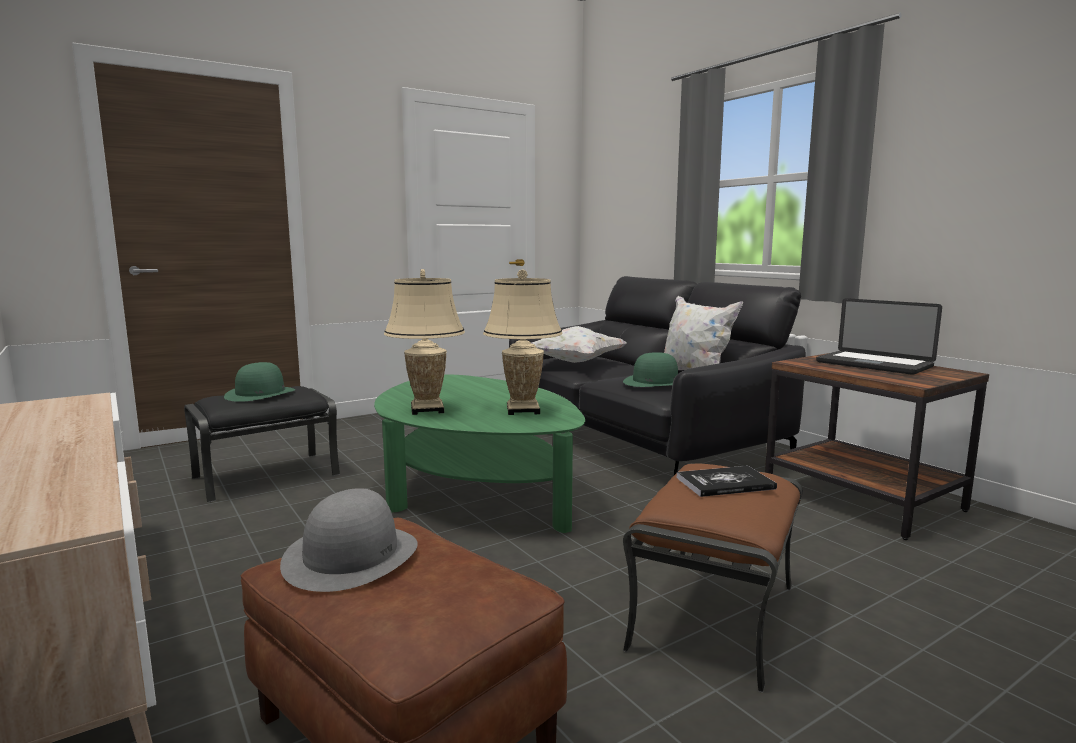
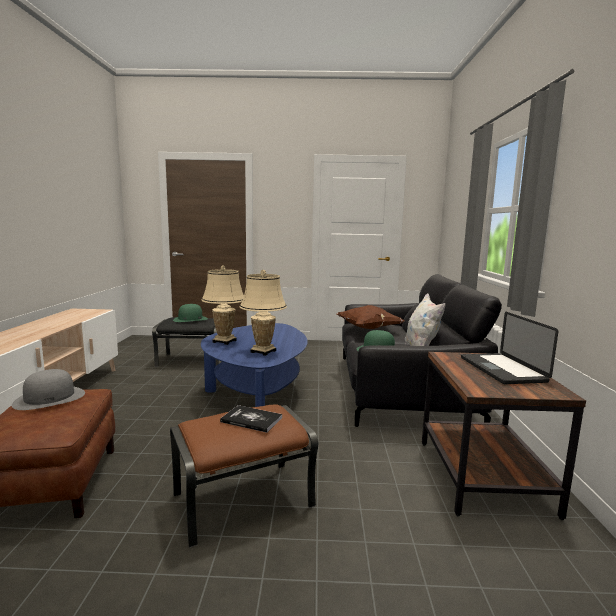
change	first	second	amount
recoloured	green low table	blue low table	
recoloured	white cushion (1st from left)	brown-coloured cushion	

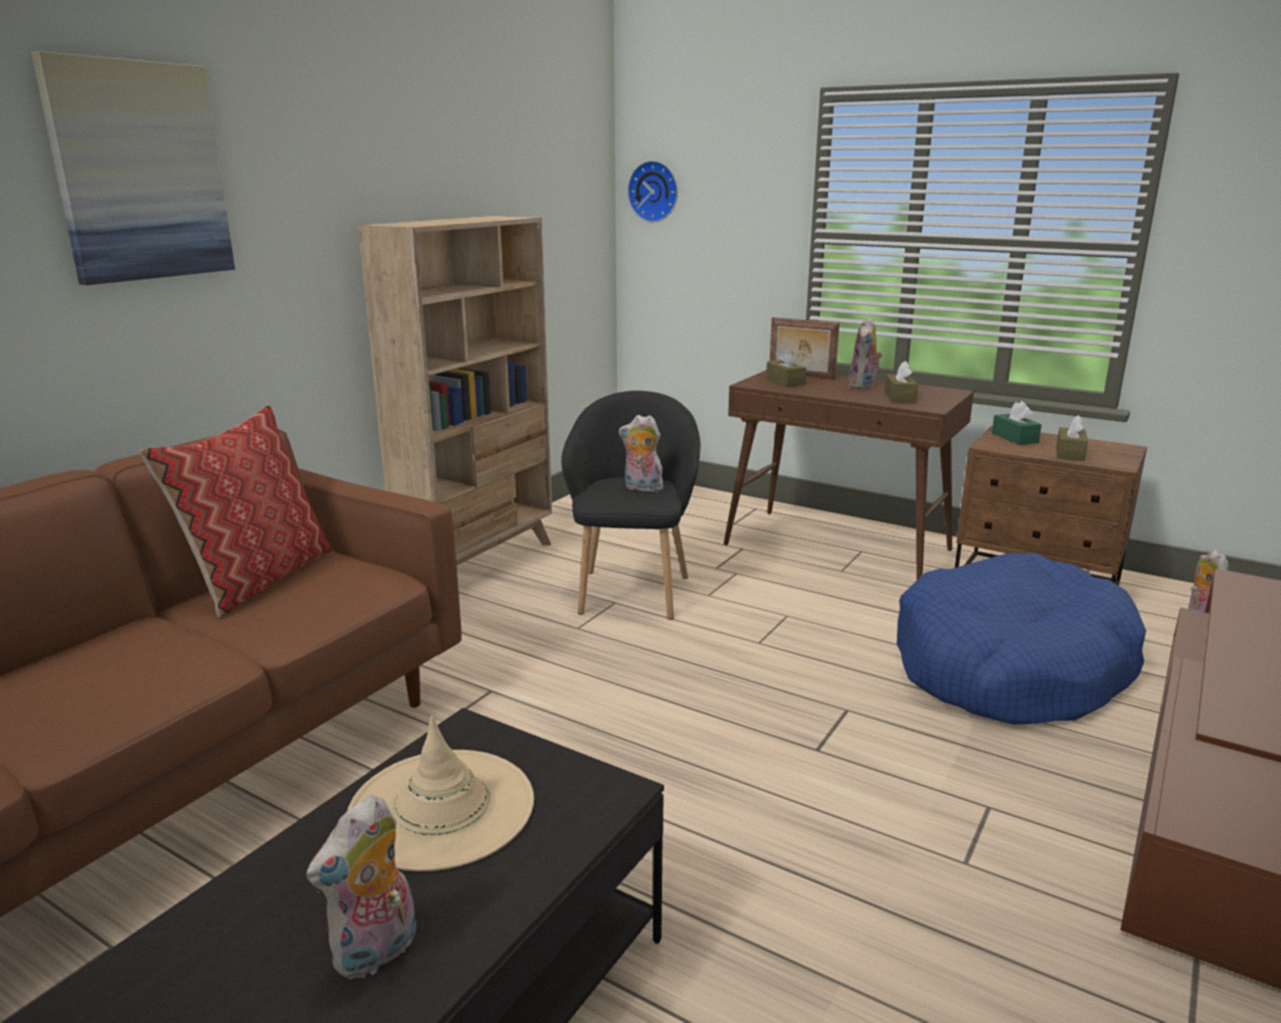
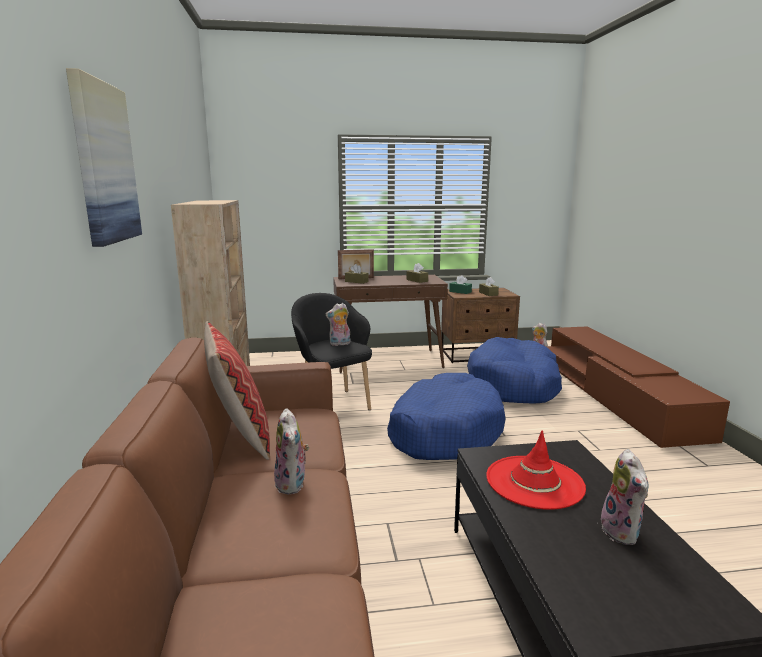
change	first	second	amount
removed	clock on the wall		
added		blue pet bed (1st from left)	
moved	plush toy (3rd from left in the first image)	plush toy (1st from left)	
recoloured	sand-coloured wearable hat	red-coloured wearable hat	

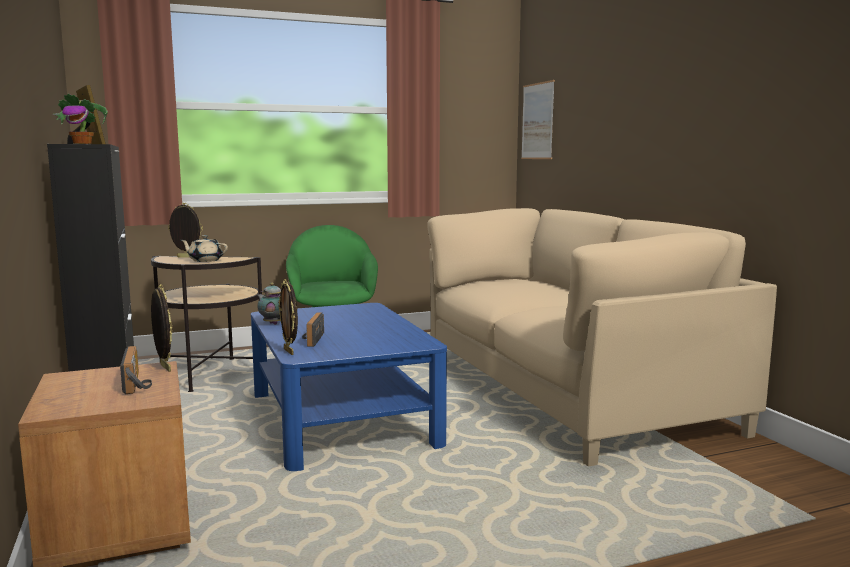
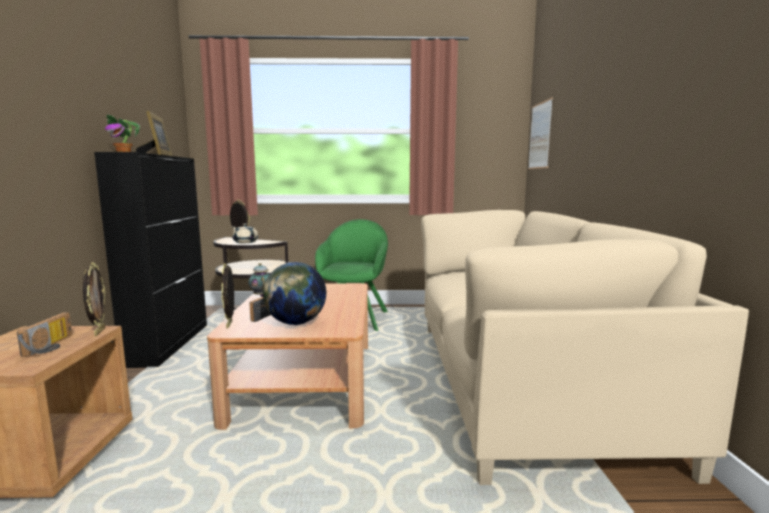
change	first	second	amount
added		world globe	
recoloured	blue low table	brown-coloured low table	

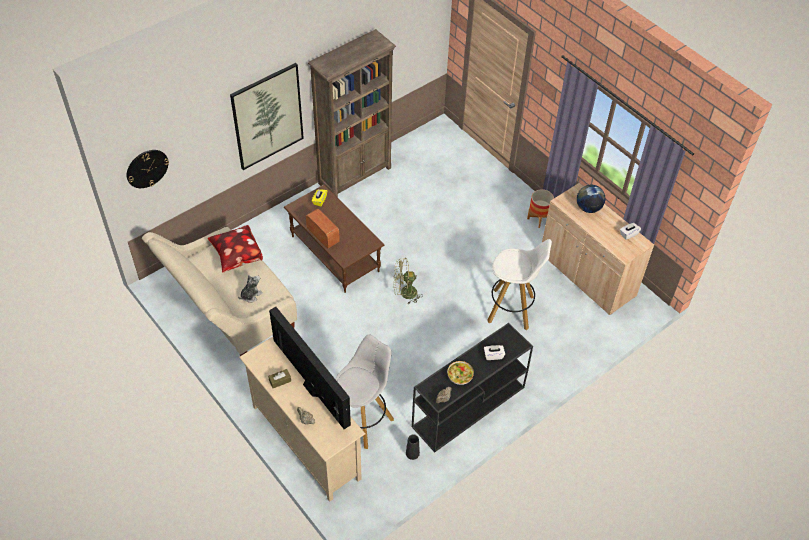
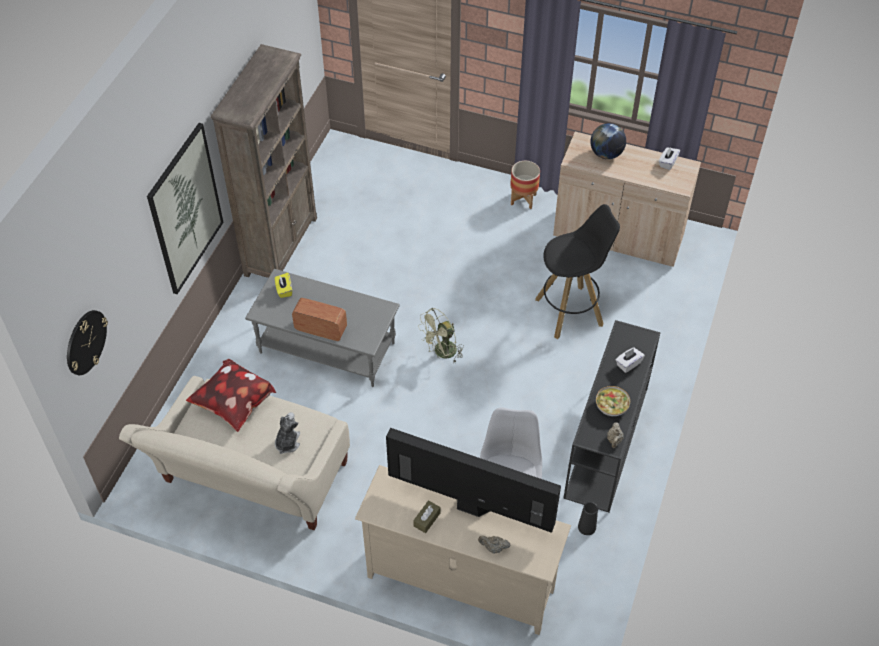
change	first	second	amount
recoloured	brown-coloured low table	grey low table	
recoloured	white sitting stool (2nd from left)	black-coloured sitting stool	

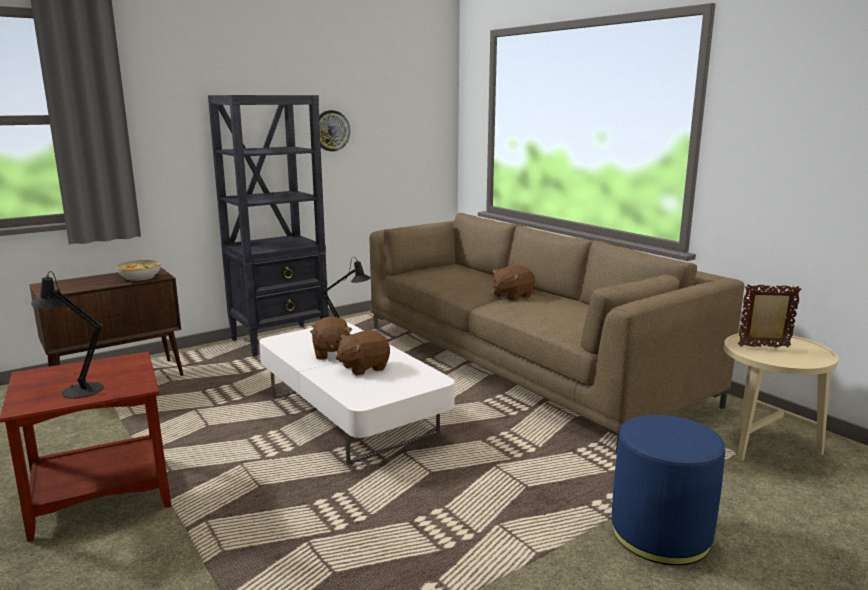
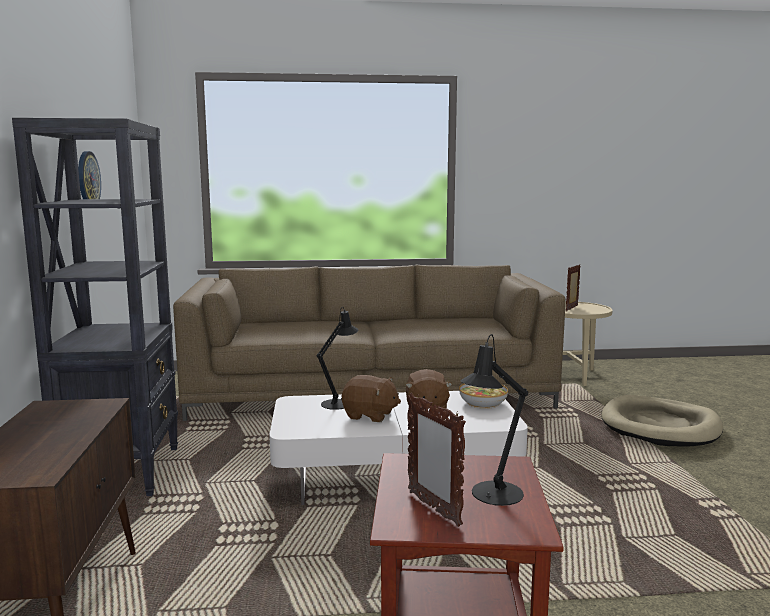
change	first	second	amount
removed	brown-coloured plush toy (3rd from left)		
added		photo frame (1st from left)	
moved	serving bowl		
replaced	blue pouffe	sand-coloured pet bed	

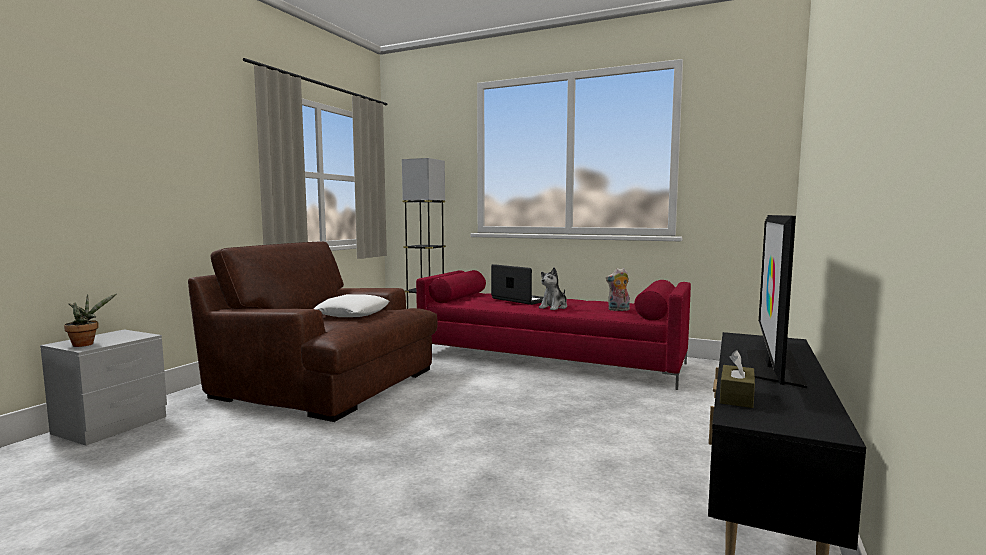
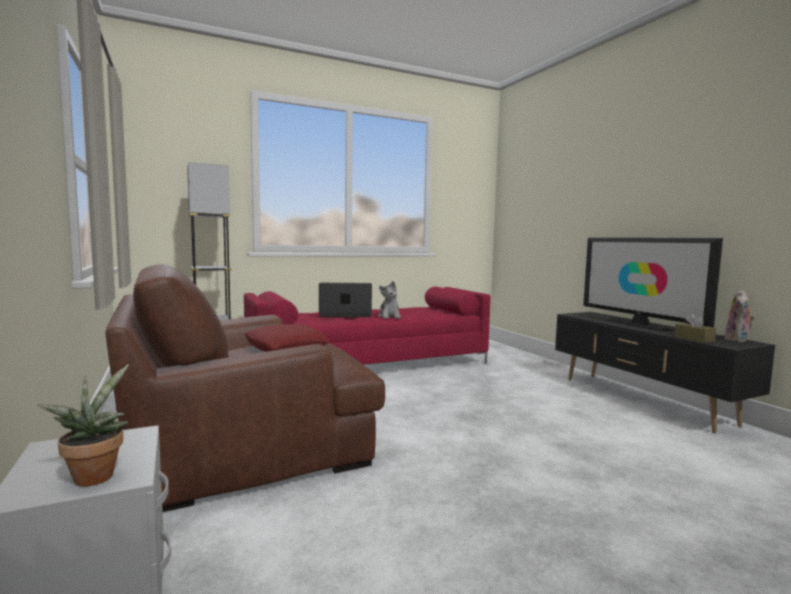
change	first	second	amount
moved	plush toy (2nd from left)		
recoloured	white cushion	red-coloured cushion	

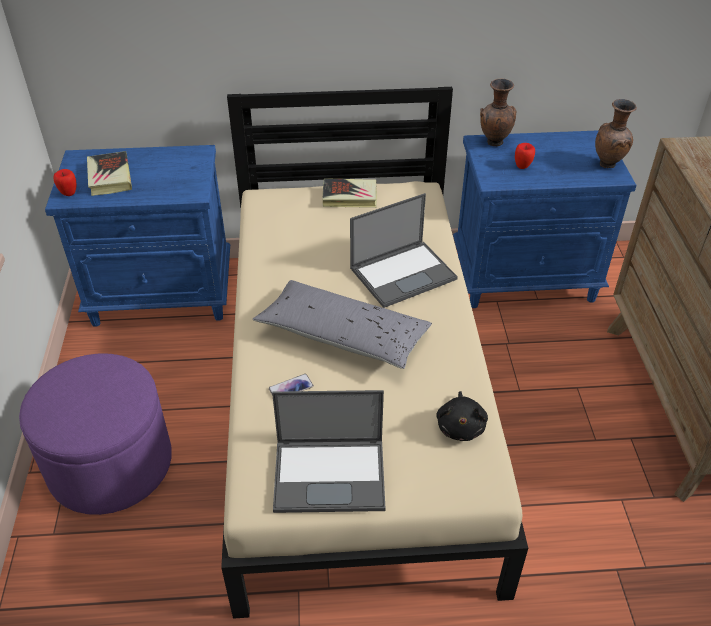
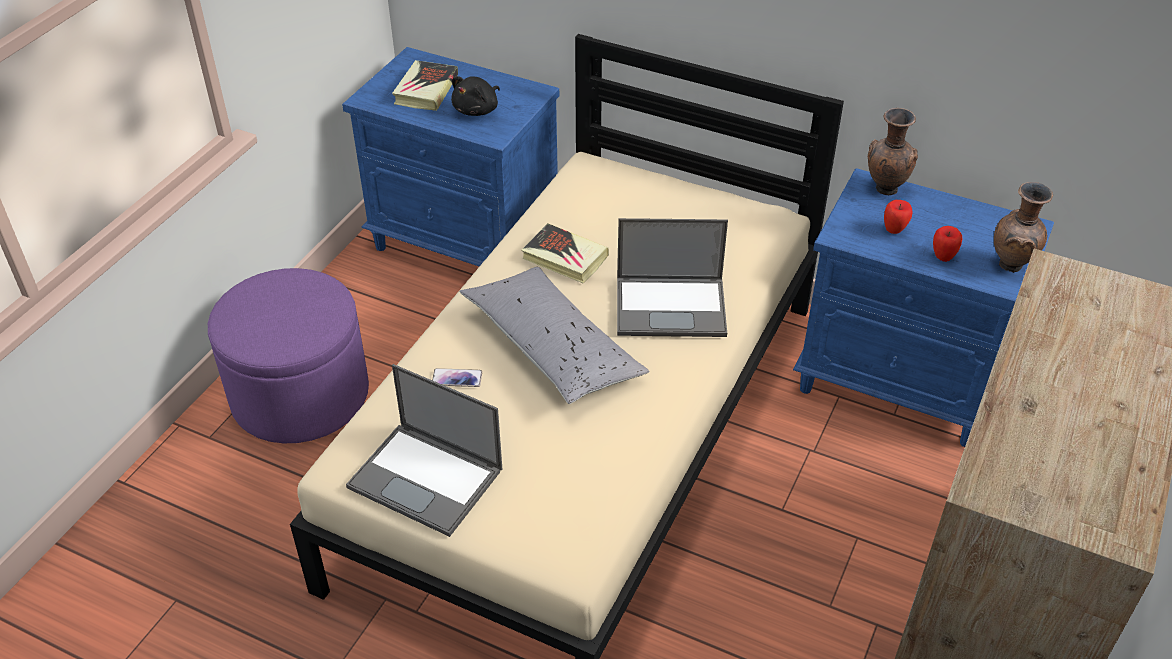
change	first	second	amount
moved	apple (1st from left in the first image)	apple (2nd from left)	
moved	book (2nd from left)		
moved	black-coloured plush toy		

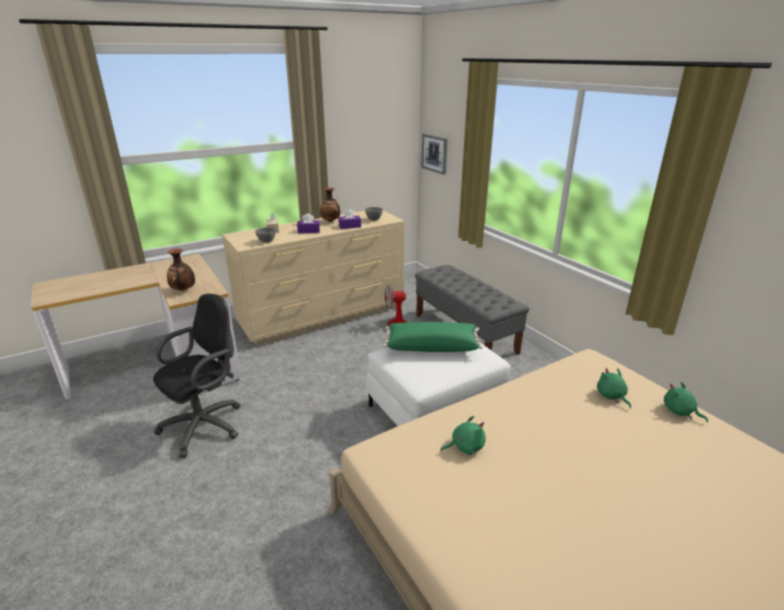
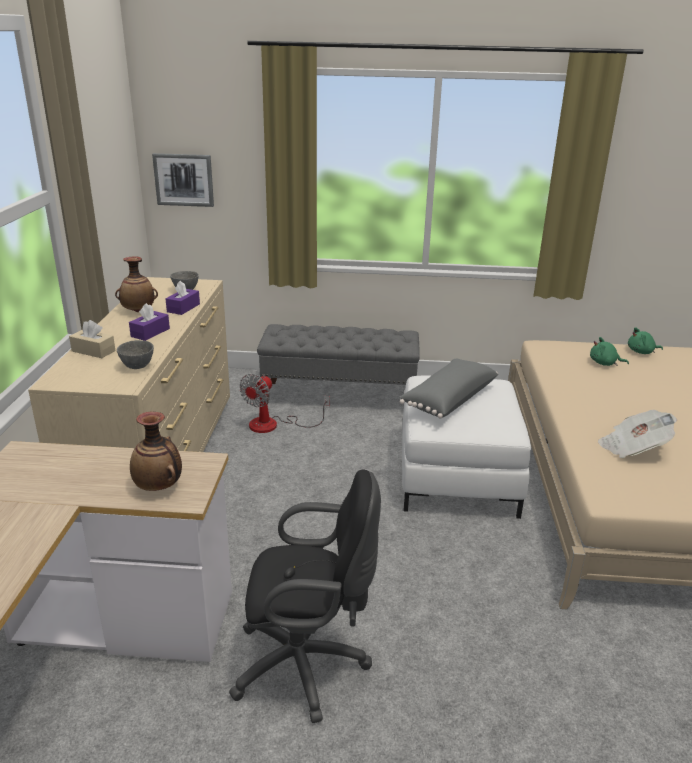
change	first	second	amount
replaced	green plush toy (1st from left)	newspaper	
recoloured	green cushion	grey cushion	
turned	black-coloured computer chair		105 degrees clockwise

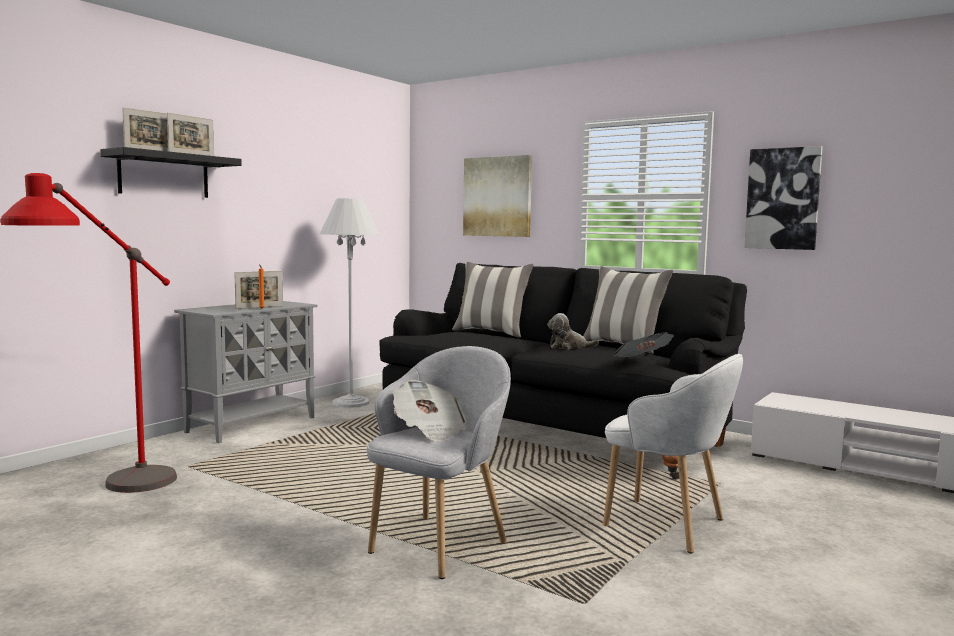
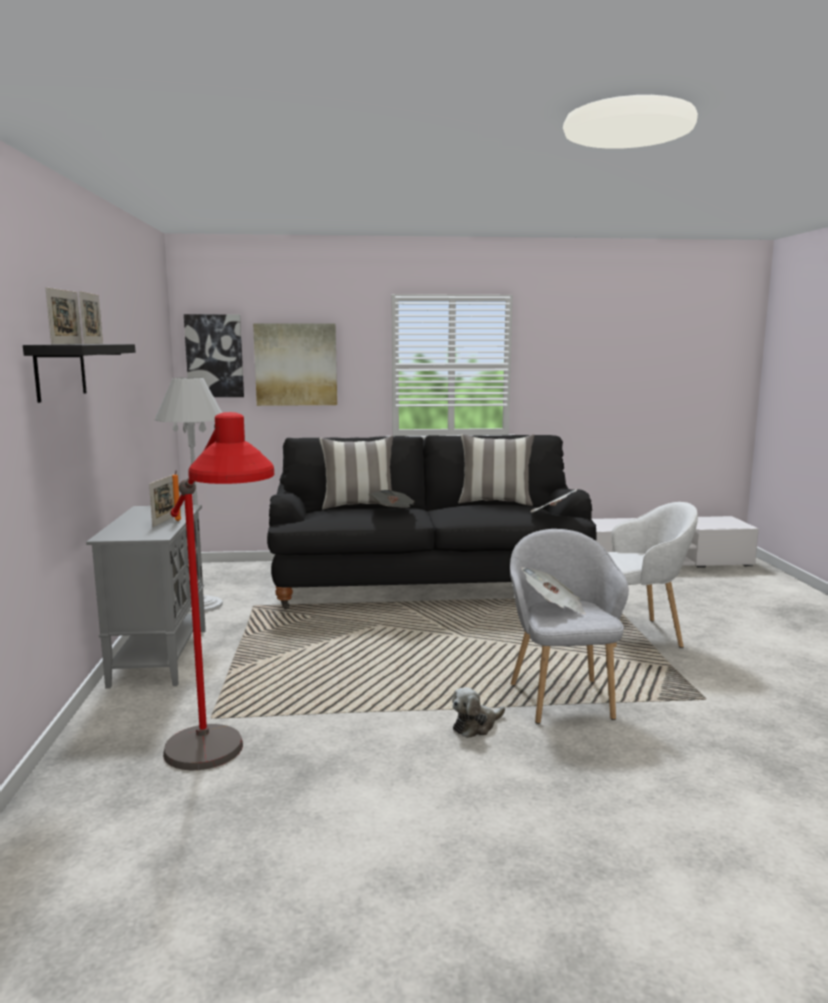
change	first	second	amount
added		newspaper (1st from left)	
moved	plush toy		
moved	wall picture (2nd from left in the first image)	wall picture (1st from left)	

